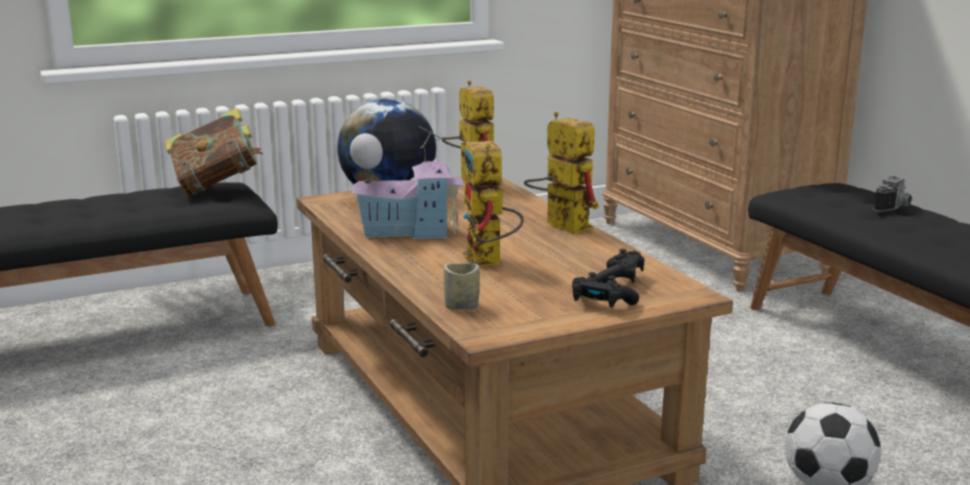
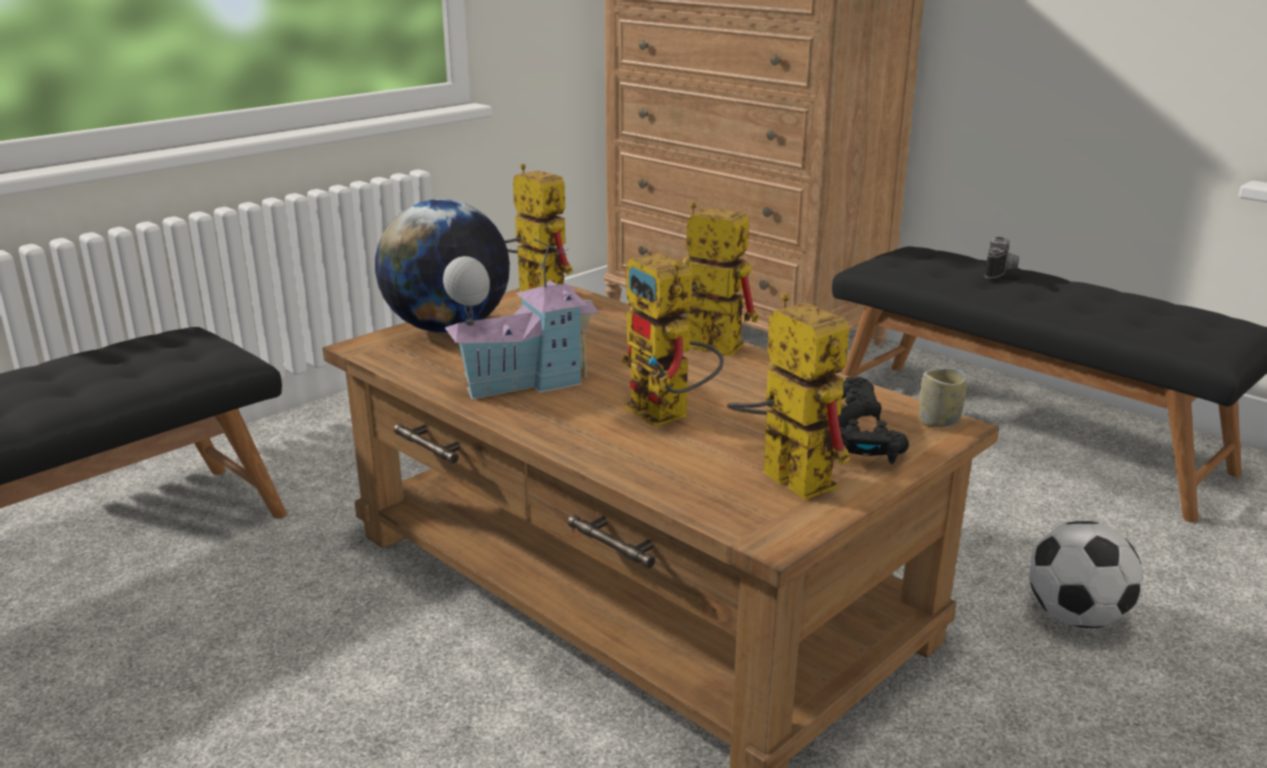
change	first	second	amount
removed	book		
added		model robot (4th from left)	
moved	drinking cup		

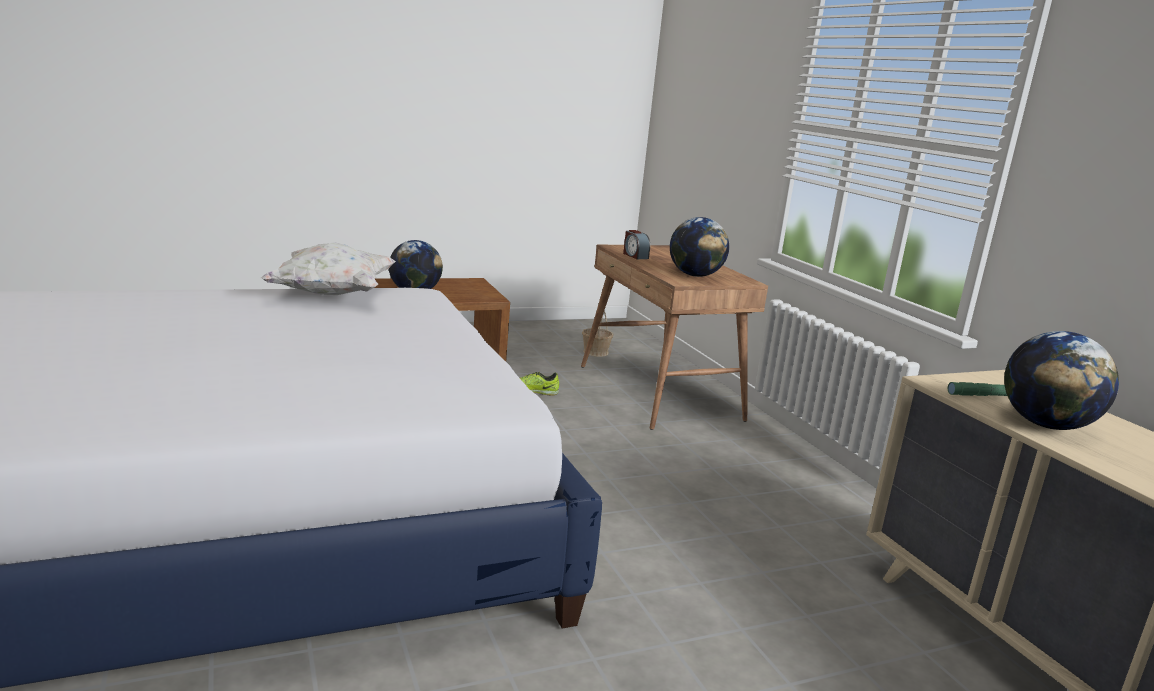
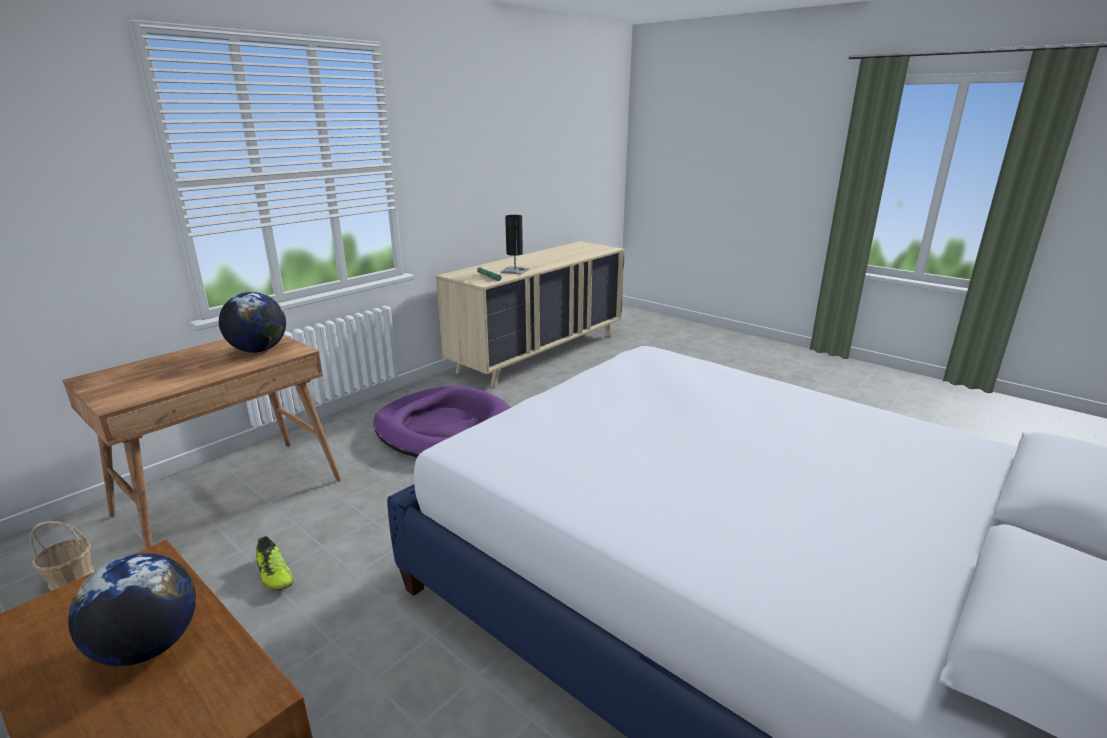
change	first	second	amount
removed	white cushion		
removed	alarm clock		
added		purple-coloured pet bed	
replaced	world globe (3rd from left)	black-coloured tabletop lamp	

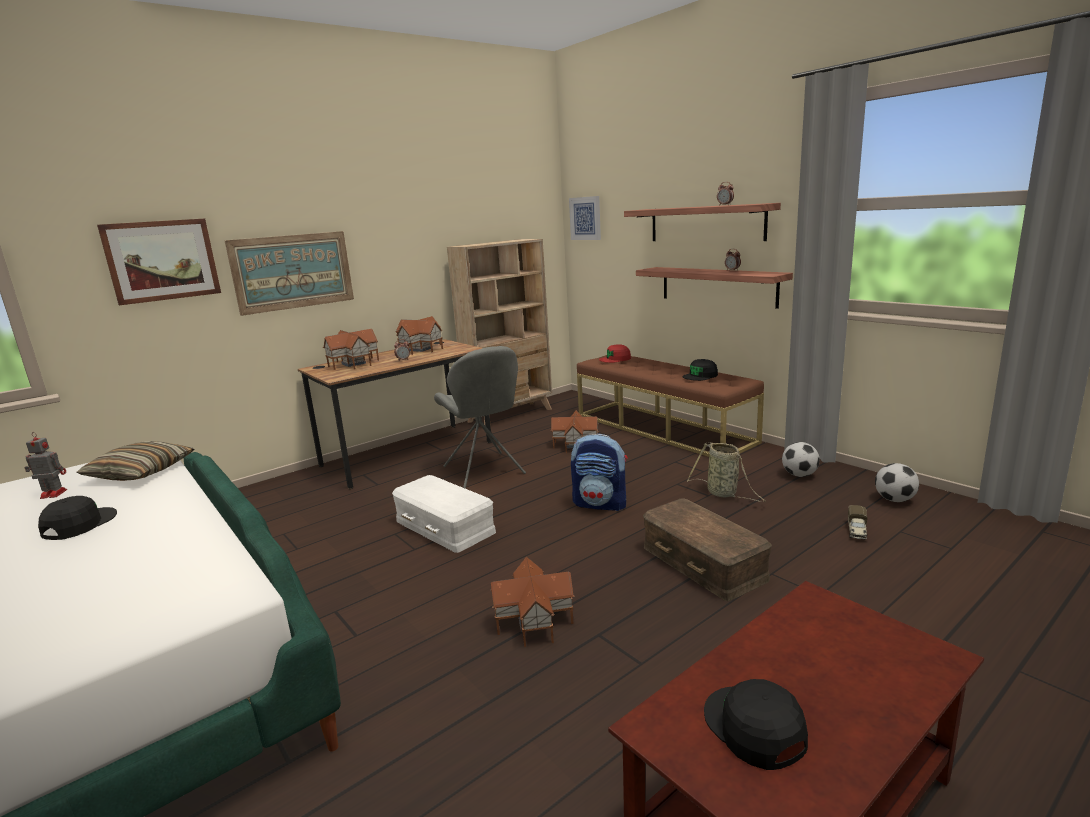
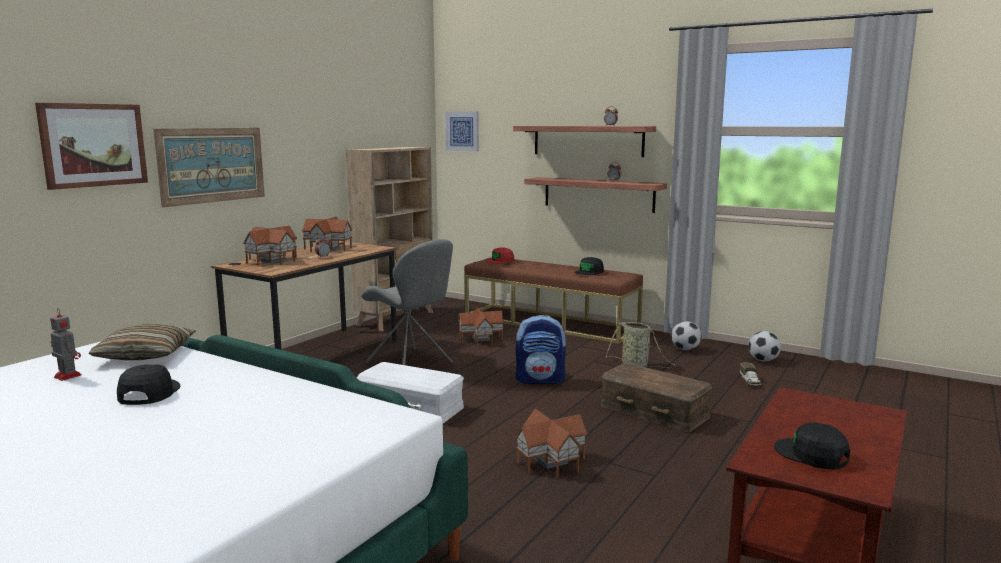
change	first	second	amount
turned	model robot		60 degrees clockwise

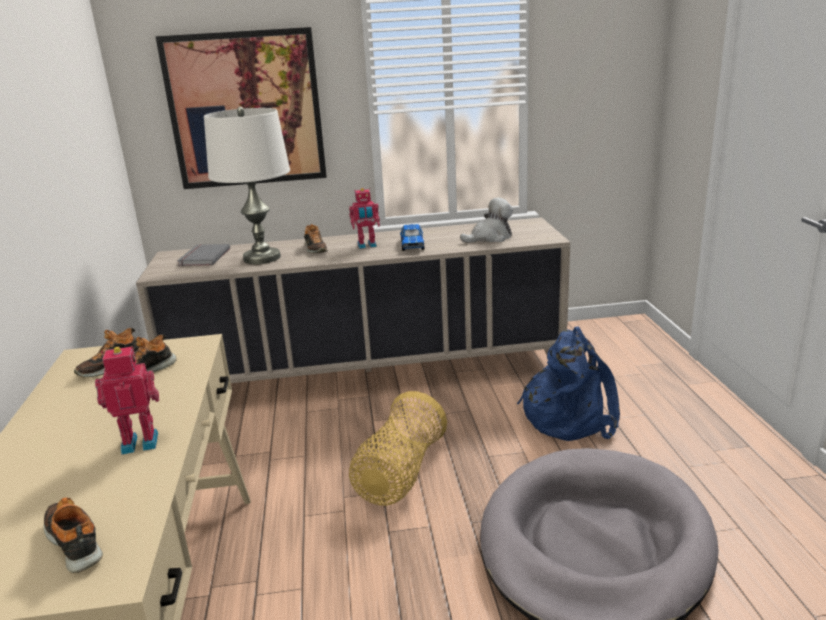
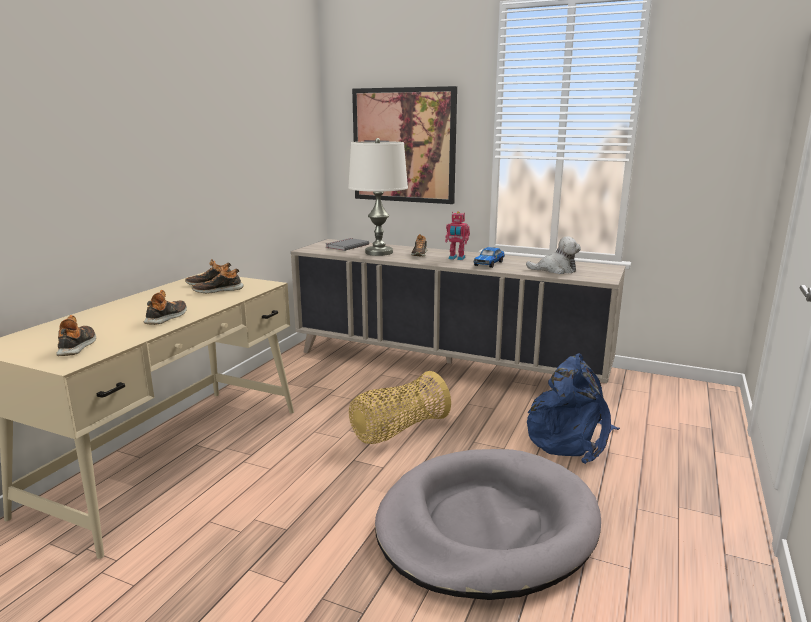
change	first	second	amount
replaced	model robot (1st from left)	shoe (2nd from left)	

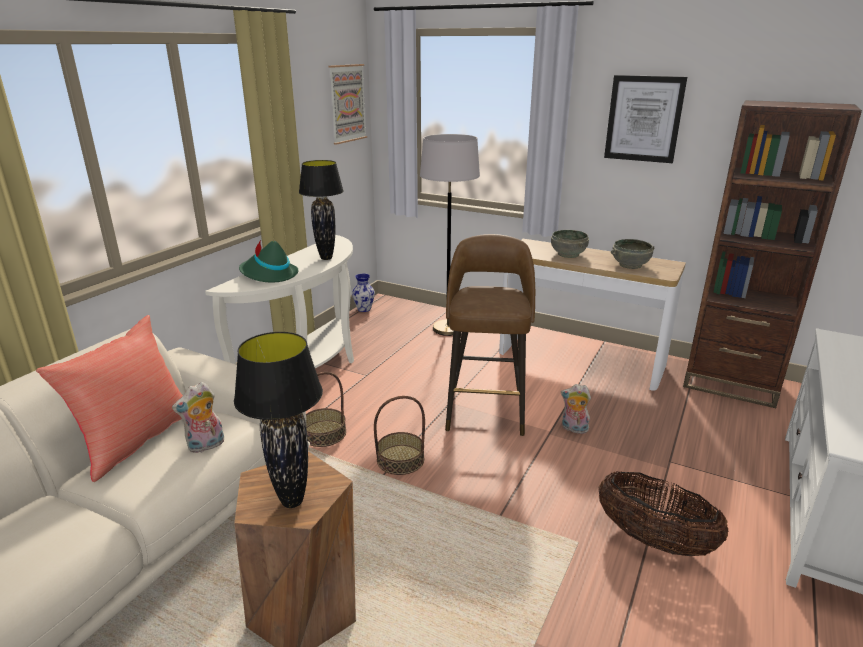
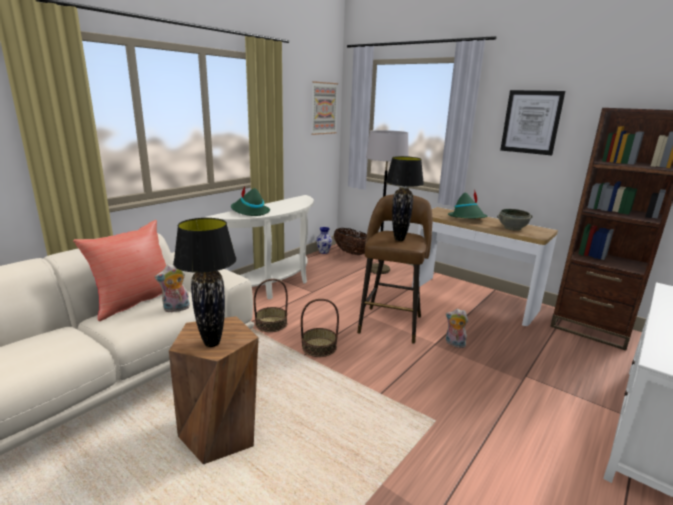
change	first	second	amount
moved	black-coloured tabletop lamp (2nd from left)		
moved	basket (3rd from left)		
replaced	grey serving bowl (1st from left)	green wearable hat (2nd from left)	

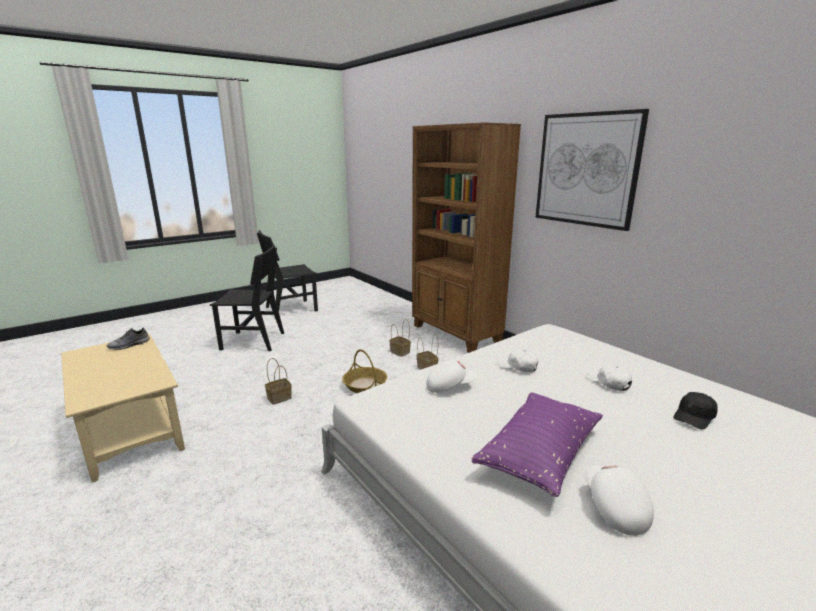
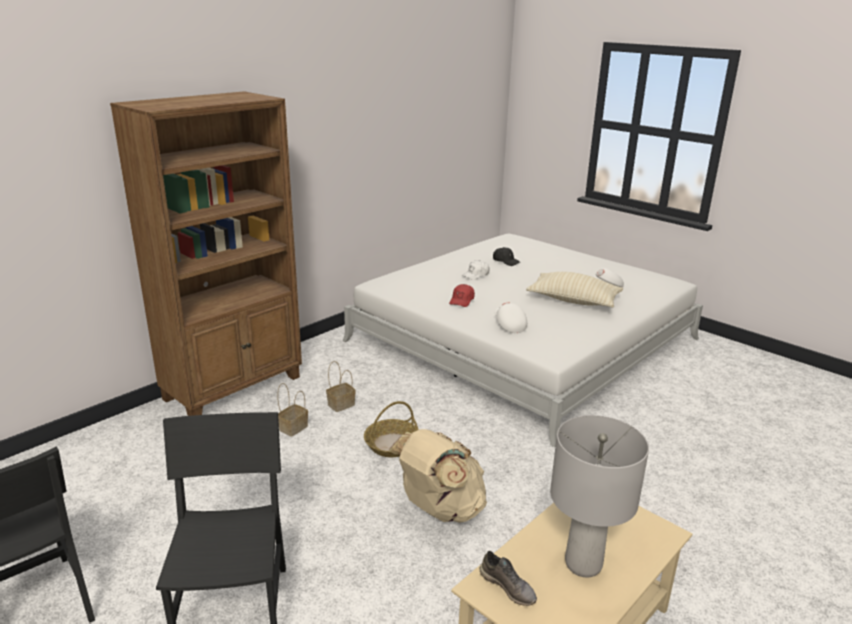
change	first	second	amount
removed	wall picture		
added		grey tabletop lamp	
replaced	basket (1st from left)	sand-coloured backpack	
recoloured	purple-coloured cushion	sand-coloured cushion	
recoloured	white baseball cap (2nd from left)	red-coloured baseball cap	

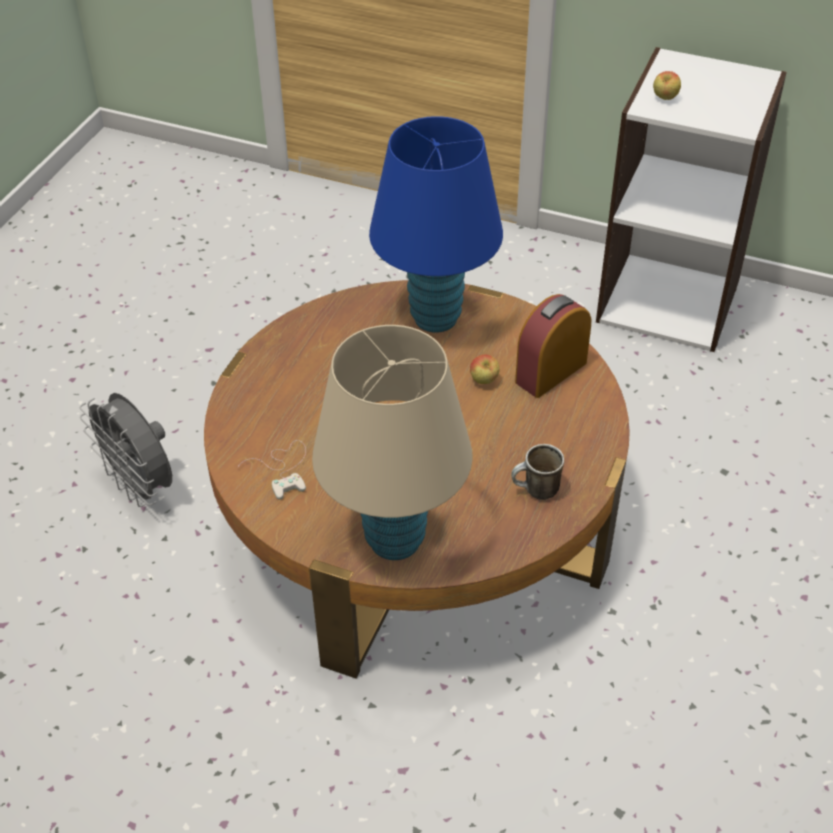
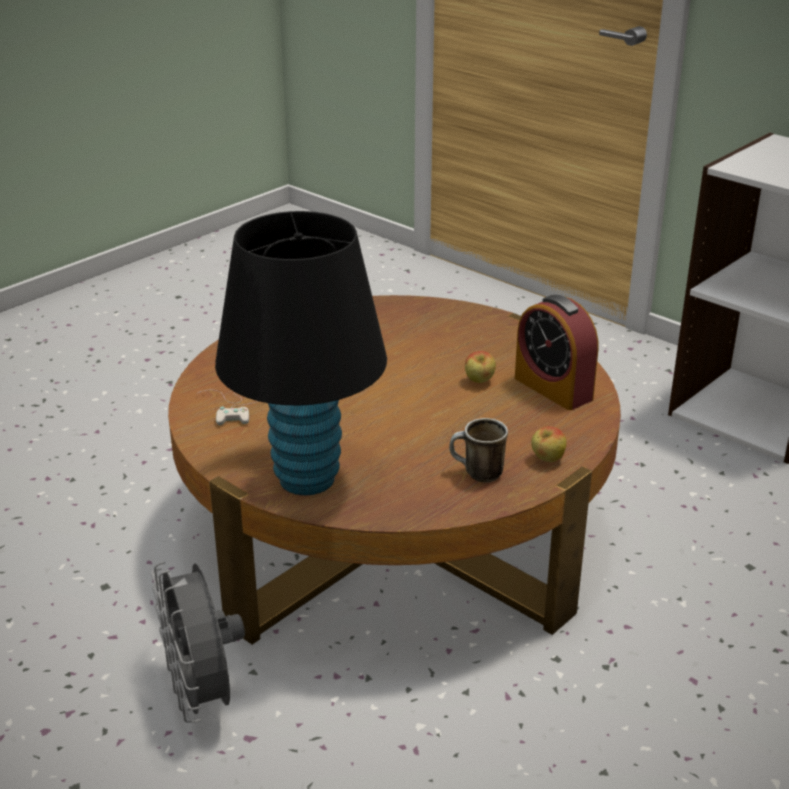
change	first	second	amount
removed	blue tabletop lamp		
moved	grey electric fan		
moved	apple (2nd from left)		
recoloured	sand-coloured tabletop lamp	black-coloured tabletop lamp	
turned	alarm clock		105 degrees counterclockwise

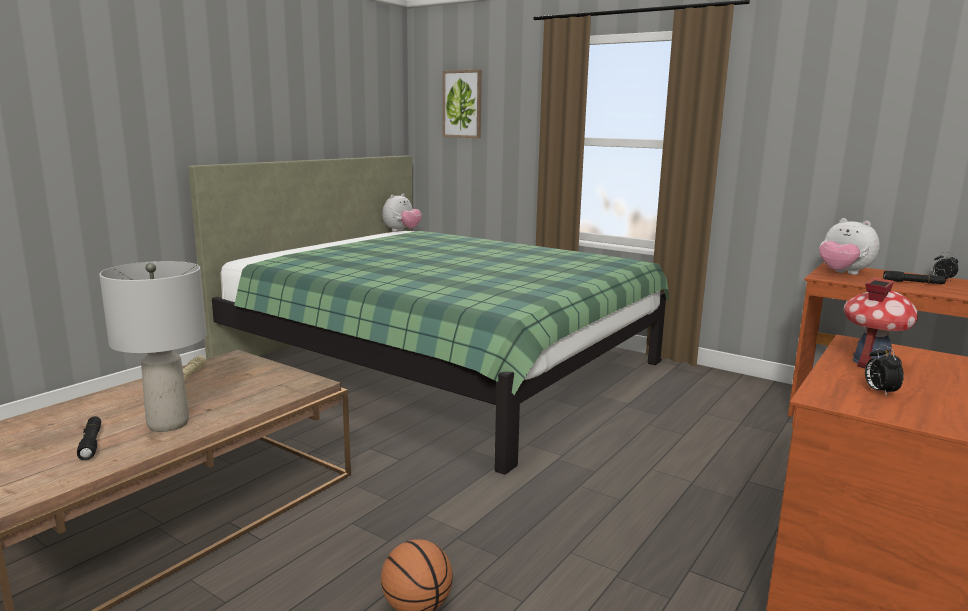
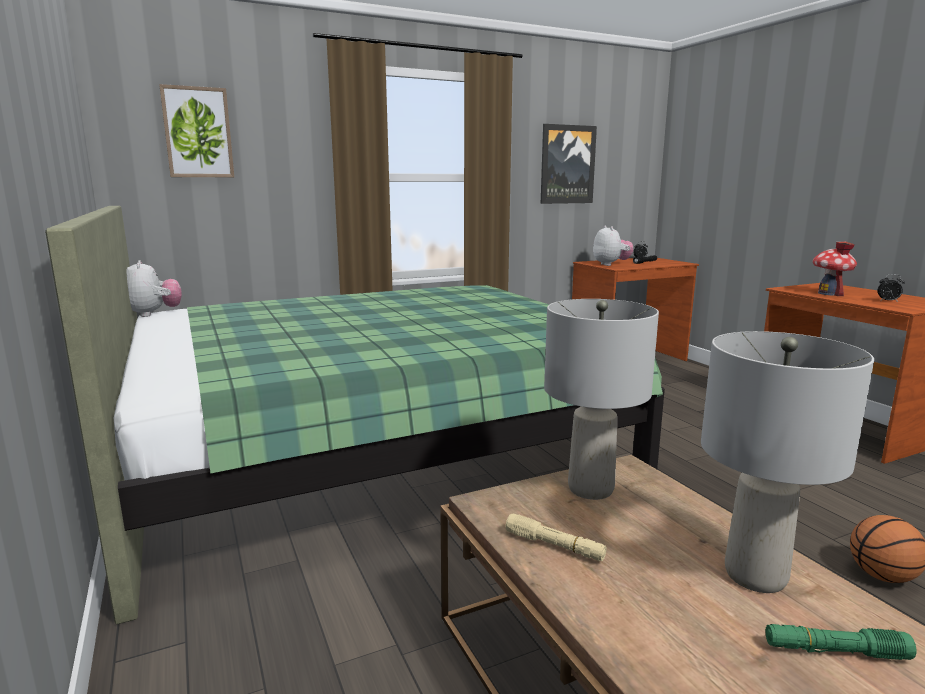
change	first	second	amount
added		wall picture (2nd from left)	
added		grey tabletop lamp (1st from left)	
recoloured	black-coloured flashlight (1st from left)	green flashlight	
turned	plush toy (2nd from left)		90 degrees counterclockwise

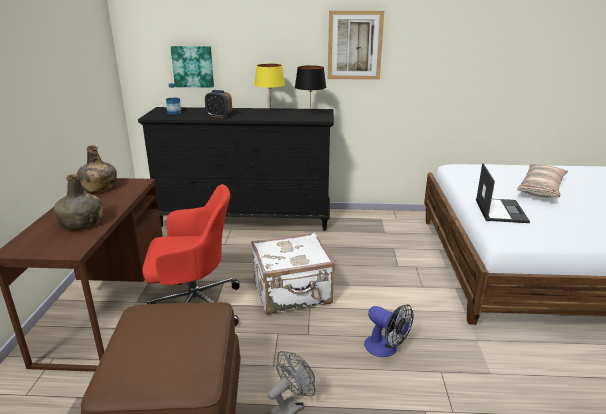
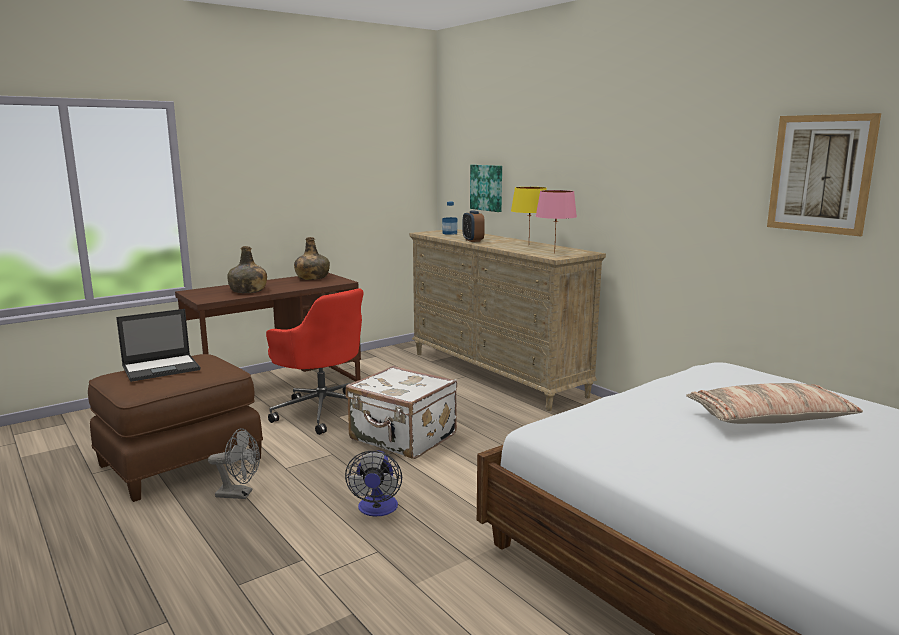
change	first	second	amount
moved	wall picture (2nd from left)		
moved	notebook computer		
recoloured	black-coloured chest of drawers	sand-coloured chest of drawers	
recoloured	black-coloured tabletop lamp	pinkish tabletop lamp	

